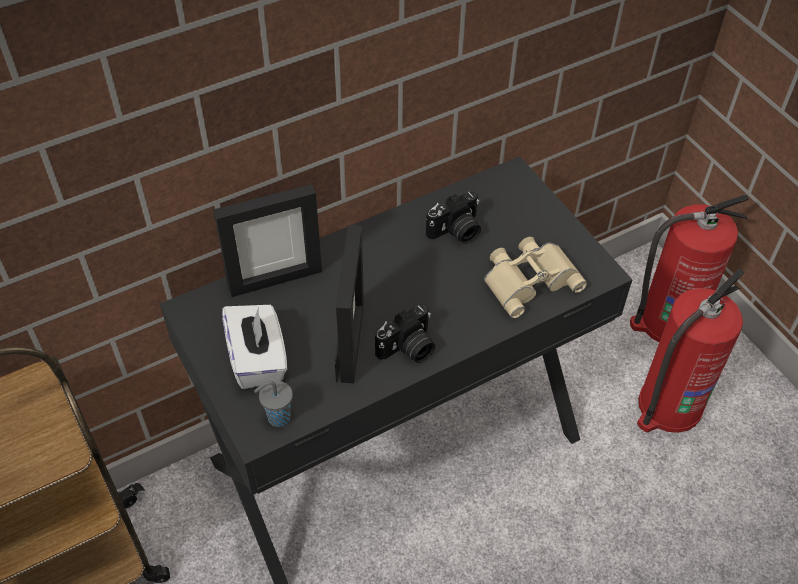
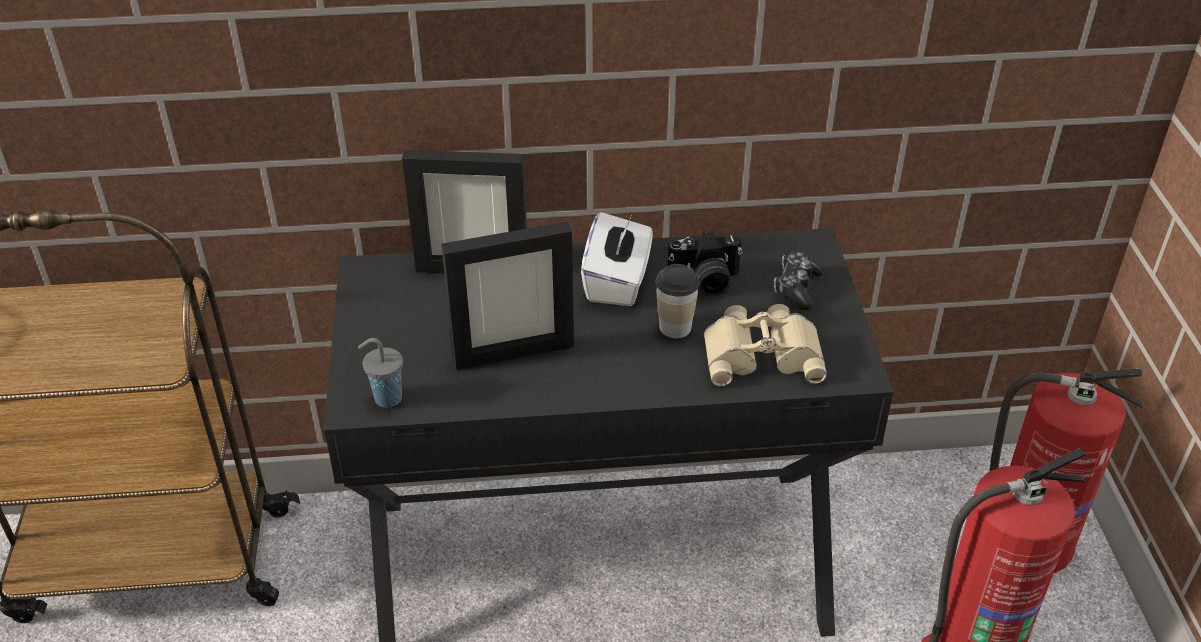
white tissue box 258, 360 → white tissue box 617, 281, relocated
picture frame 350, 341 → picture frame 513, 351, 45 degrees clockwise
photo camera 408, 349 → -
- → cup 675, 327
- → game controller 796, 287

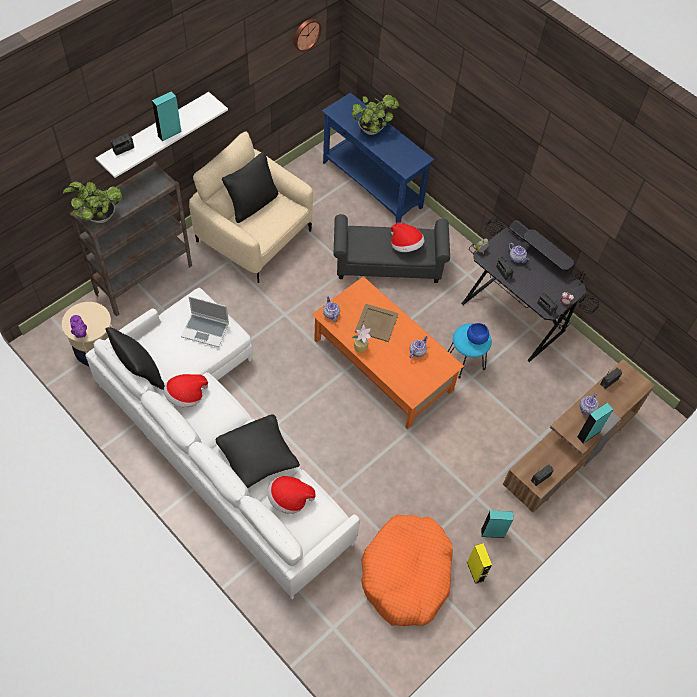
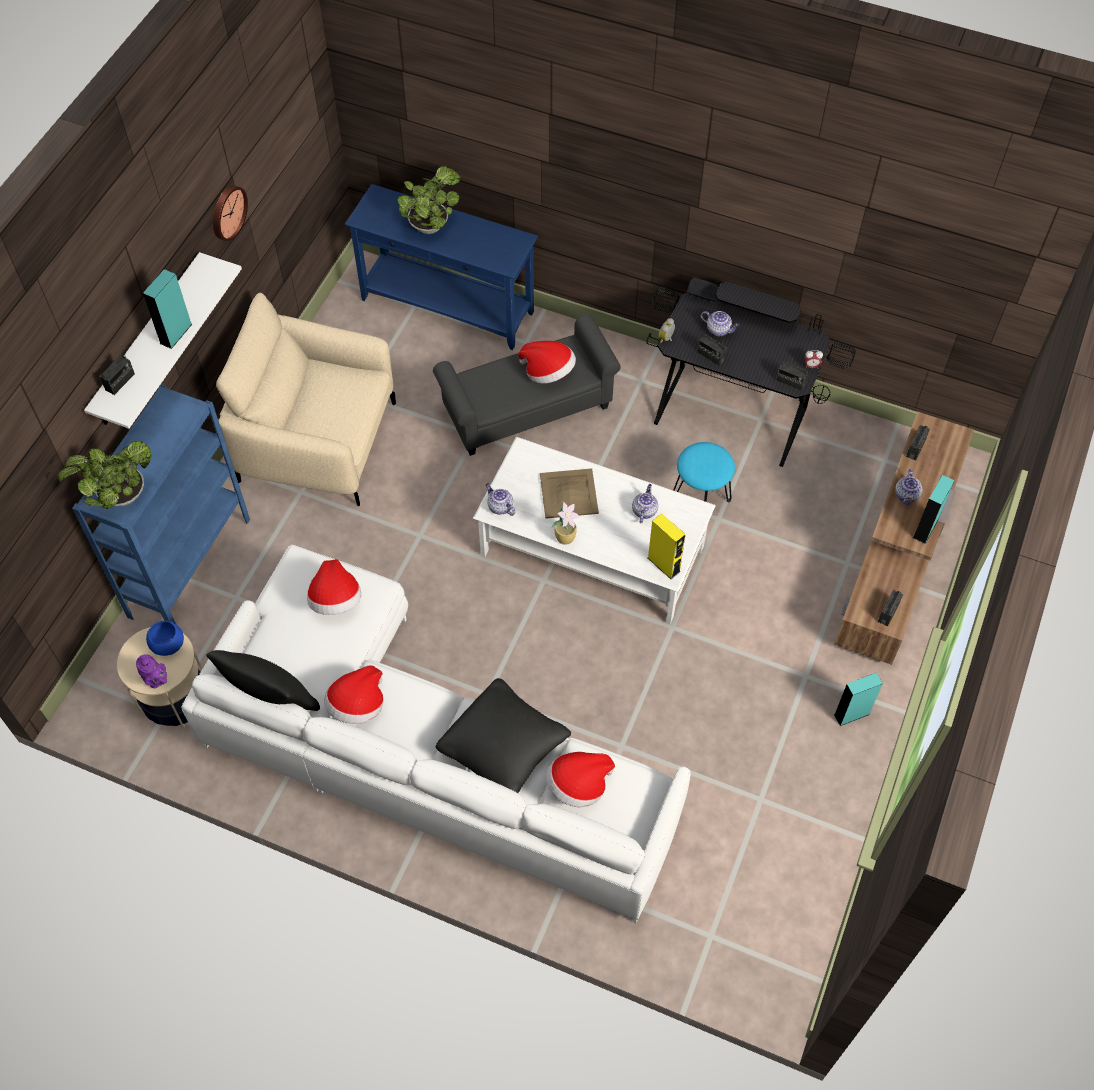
grey bookcase 144, 279 → blue bookcase 189, 567
laptop 206, 330 → hat 336, 600
black pillow 252, 204 → -
wall clock 306, 34 → wall clock 227, 212, relocated
orange coffee table 381, 365 → white coffee table 590, 551
orange dog bed 406, 574 → -
blue bowl 476, 338 → blue bowl 168, 645, relocated
yellow speaker 475, 571 → yellow speaker 663, 564, relocated

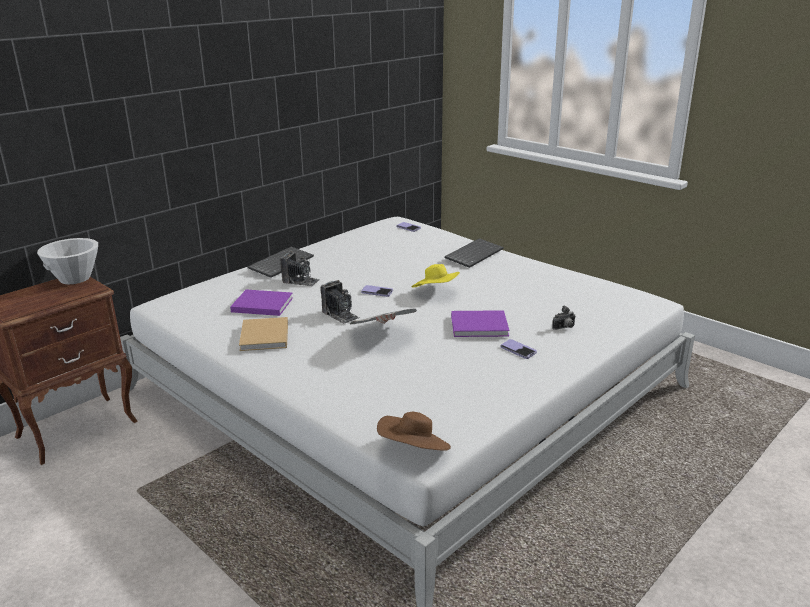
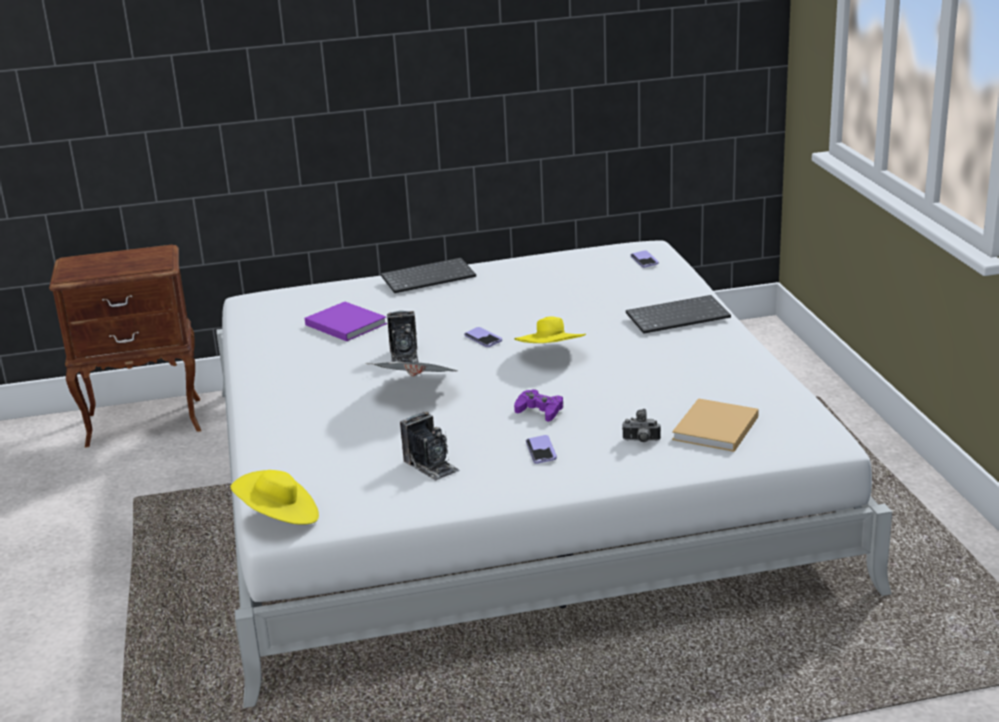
white bowl 75, 278 → -
beige book 264, 337 → beige book 714, 429, relocated
photo camera 300, 281 → photo camera 431, 465, relocated
brown hat 414, 451 → yellow hat 279, 517
purple book 481, 326 → purple game controller 540, 411

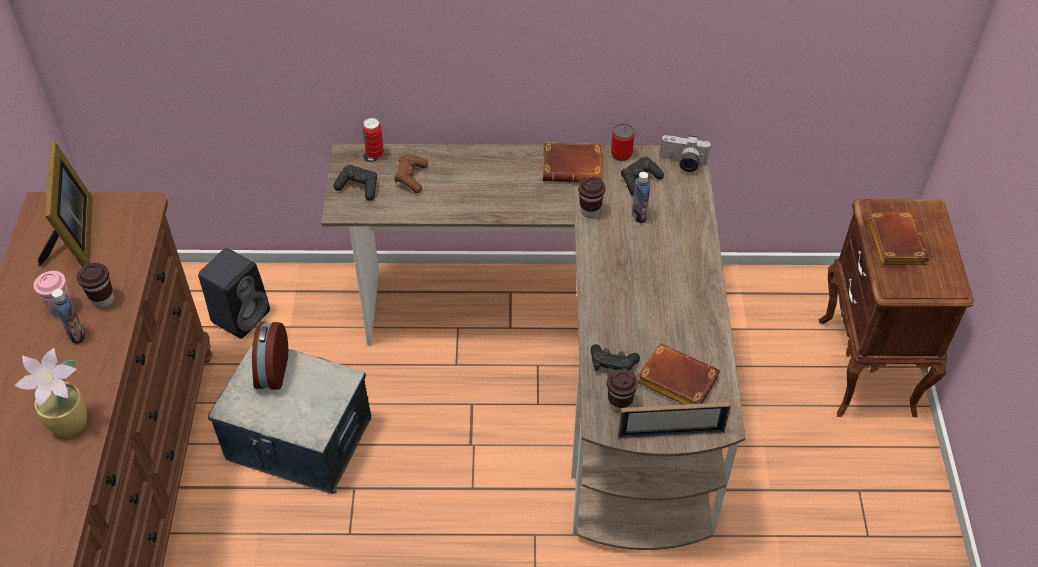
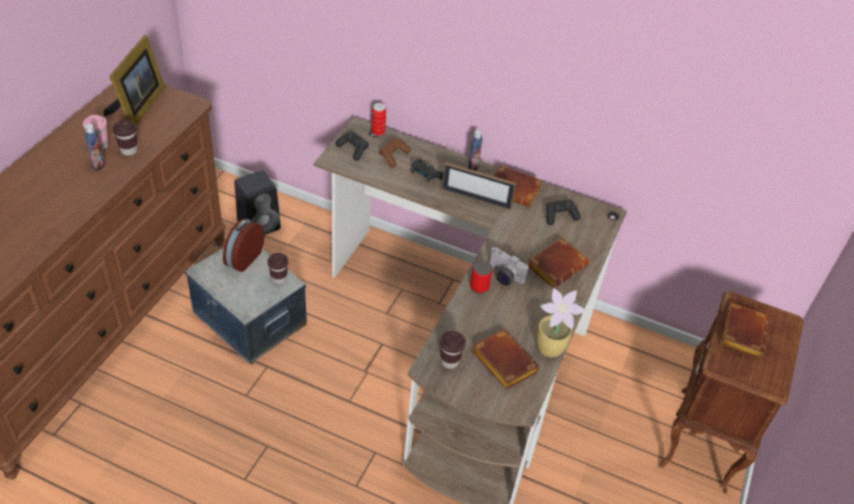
potted plant 71, 423 → potted plant 551, 348, relocated
brown cup 590, 211 → brown cup 279, 279, relocated
black game controller 612, 365 → black game controller 426, 175, relocated
can 621, 154 → can 479, 287, relocated
picture frame 671, 434 → picture frame 476, 198, relocated
bottle 639, 215 → bottle 473, 166, relocated
photo camera 682, 163 → photo camera 503, 276, relocated
- → brown book 556, 265

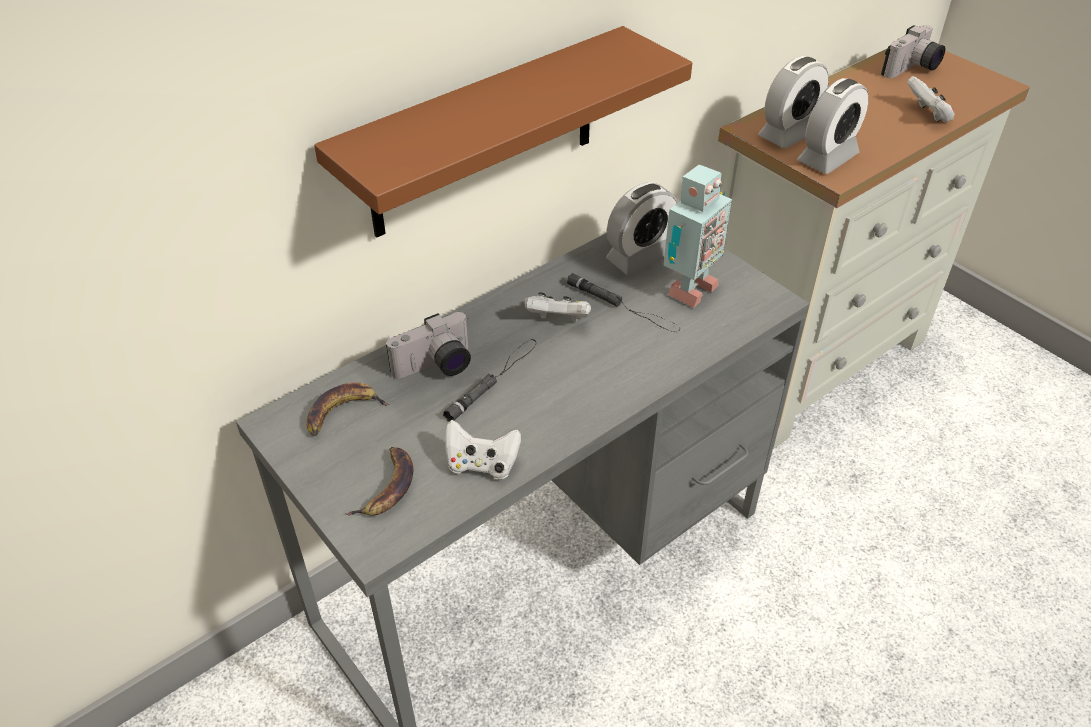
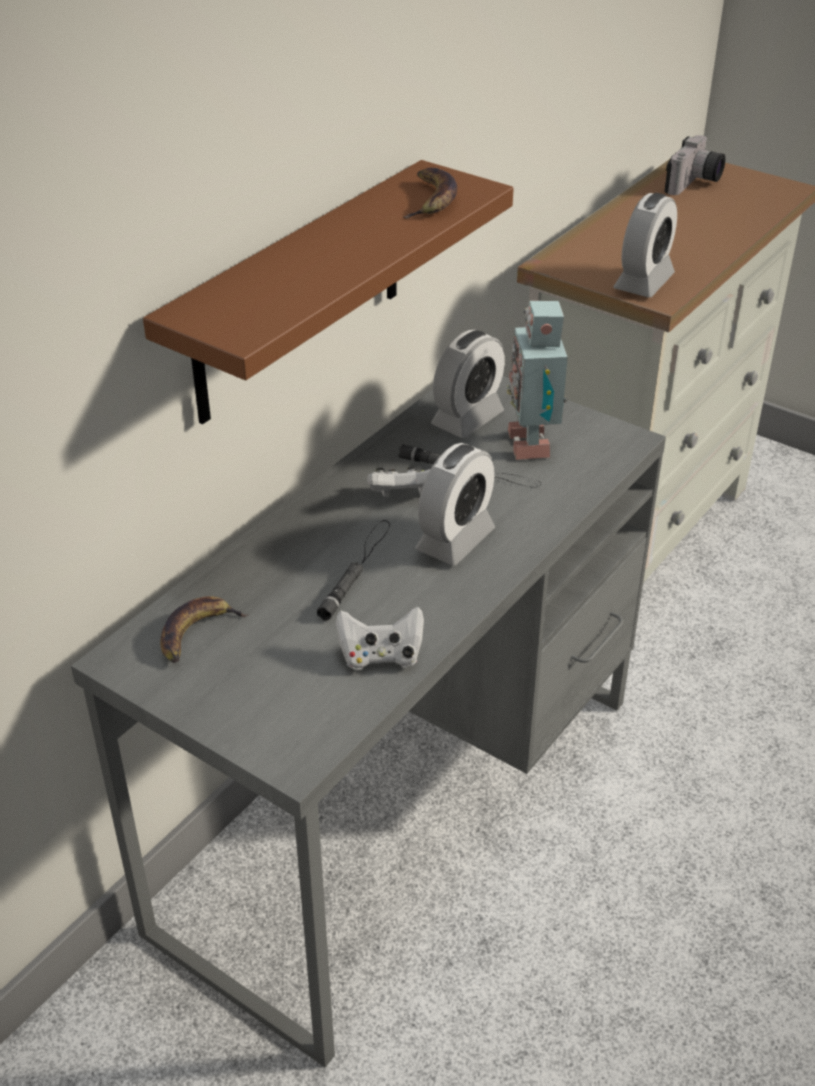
banana 387, 486 → banana 430, 199, relocated
photo camera 436, 367 → -
toy robot 688, 290 → toy robot 533, 443, 150 degrees clockwise
alarm clock 788, 134 → alarm clock 455, 540, relocated
white game controller 927, 114 → -

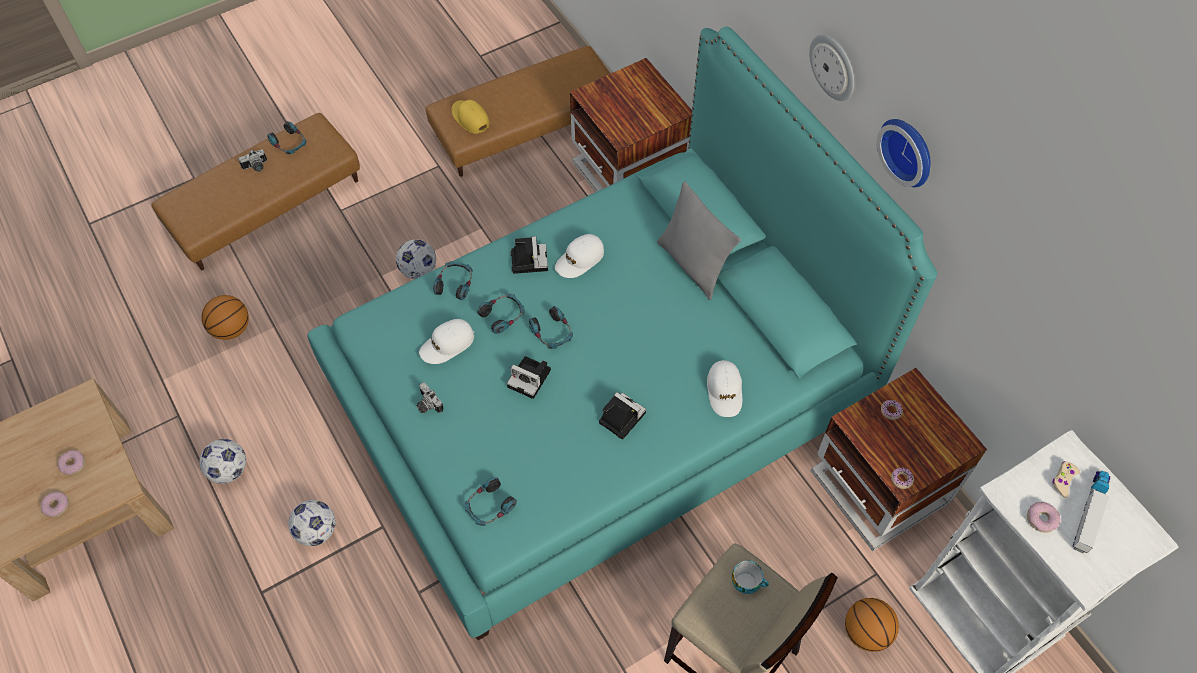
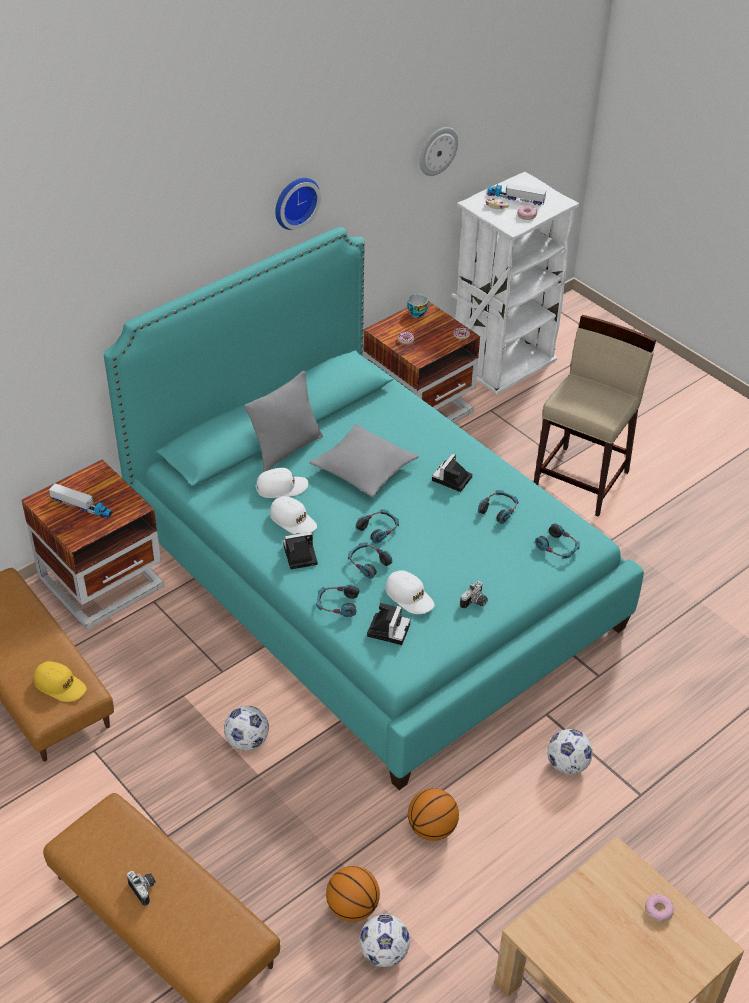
donut 73, 464 → -
football 229, 470 → football 383, 953, relocated
headphones 289, 143 → headphones 498, 510, relocated
yellow cap 470, 118 → yellow cap 60, 685, 105 degrees counterclockwise
photo camera 531, 378 → photo camera 388, 629, relocated
white cap 724, 391 → white cap 281, 487, relocated
cup 747, 582 → cup 416, 312, relocated
wall clock 833, 67 → wall clock 437, 151, relocated
basketball 866, 631 → basketball 431, 828, relocated
- → toy truck 82, 507
- → grey pillow 364, 468

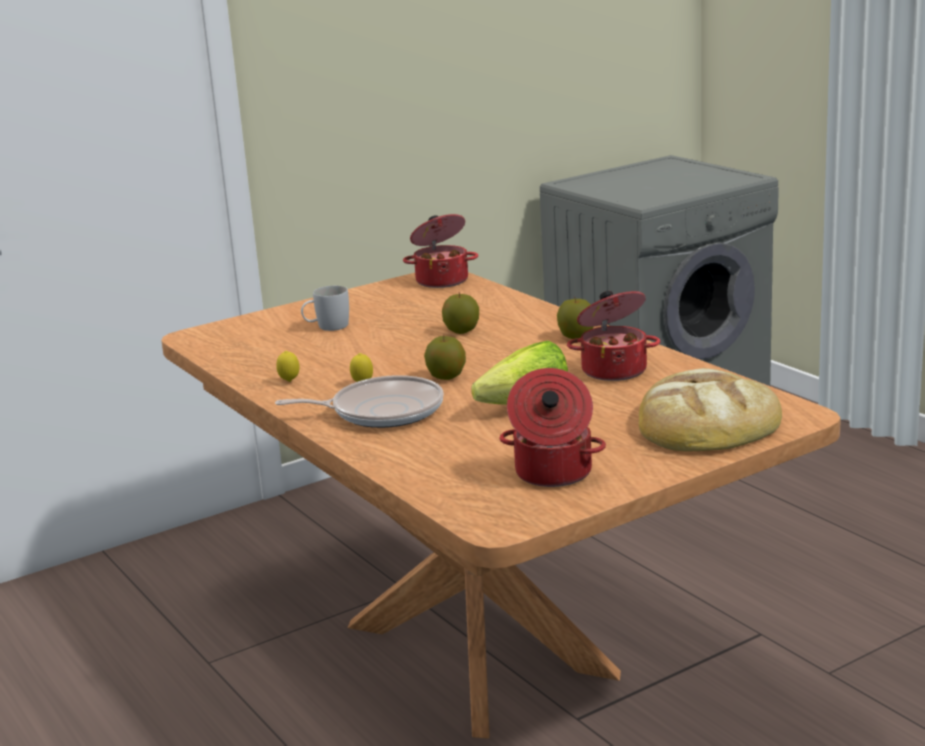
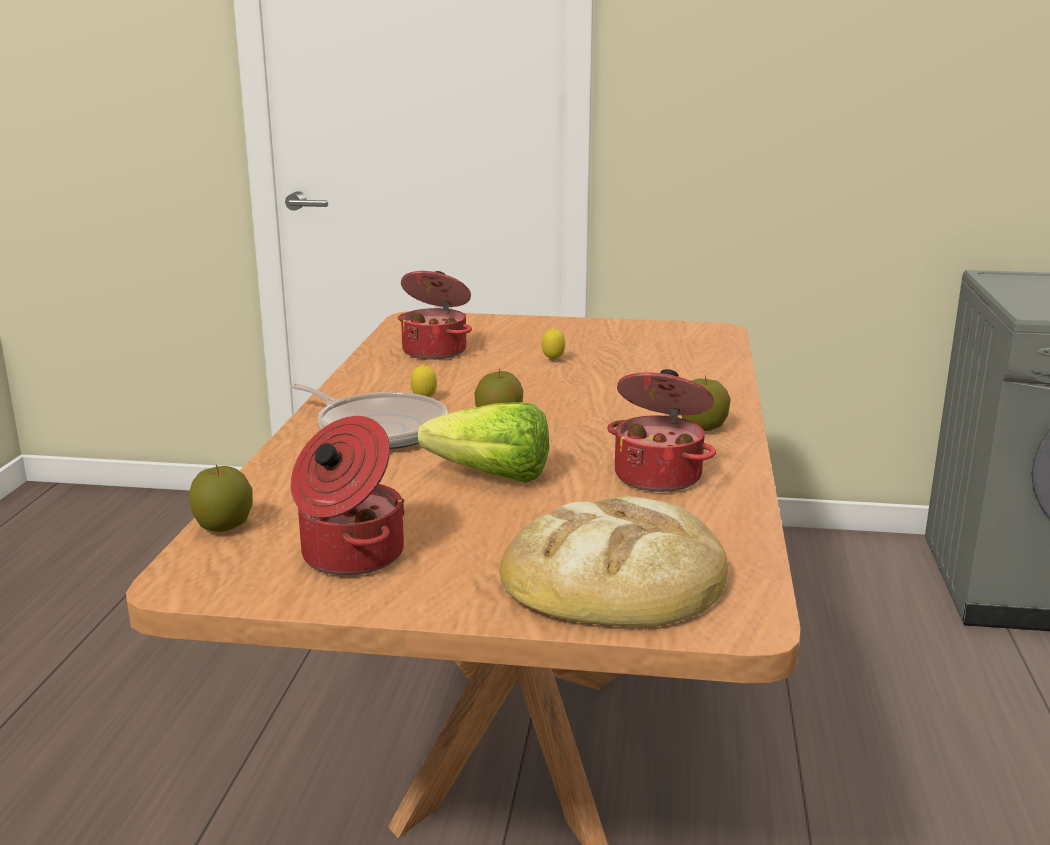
lemon 289, 381 → lemon 553, 360, relocated
white mug 327, 327 → -
cooking pot 442, 280 → cooking pot 436, 351, relocated
apple 462, 331 → apple 224, 527, relocated

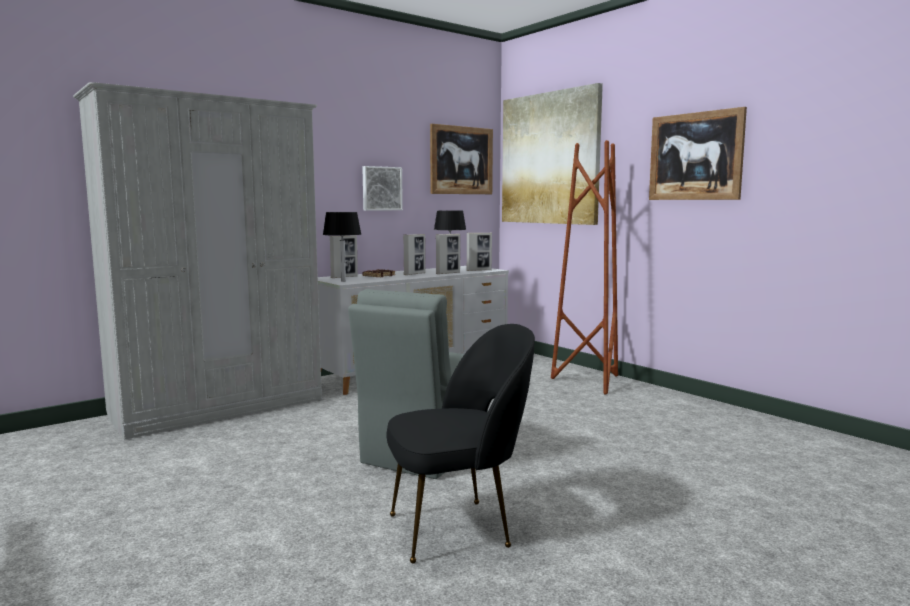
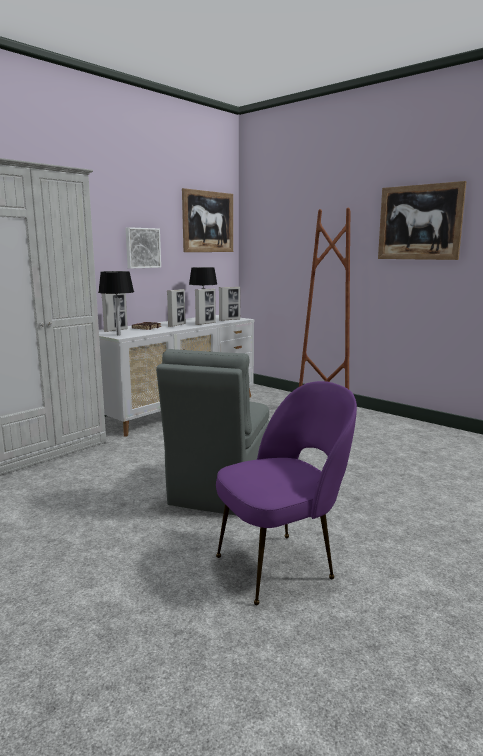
black chair 459, 529 → purple chair 282, 565
picture 549, 158 → -

